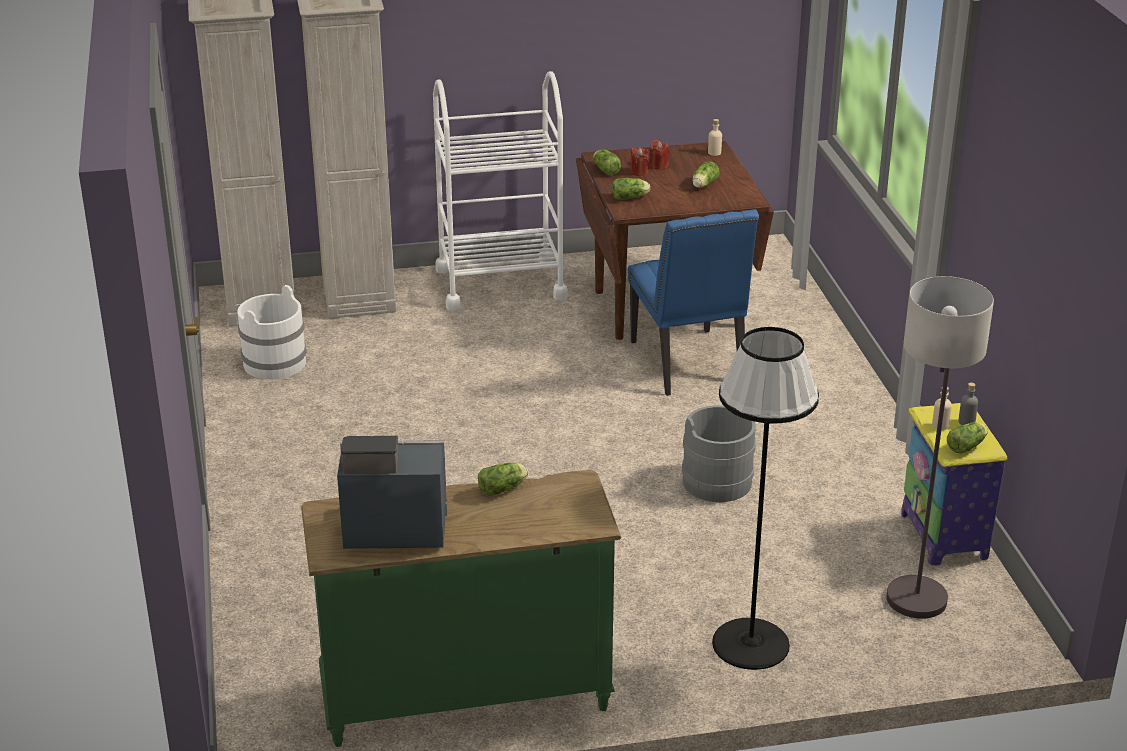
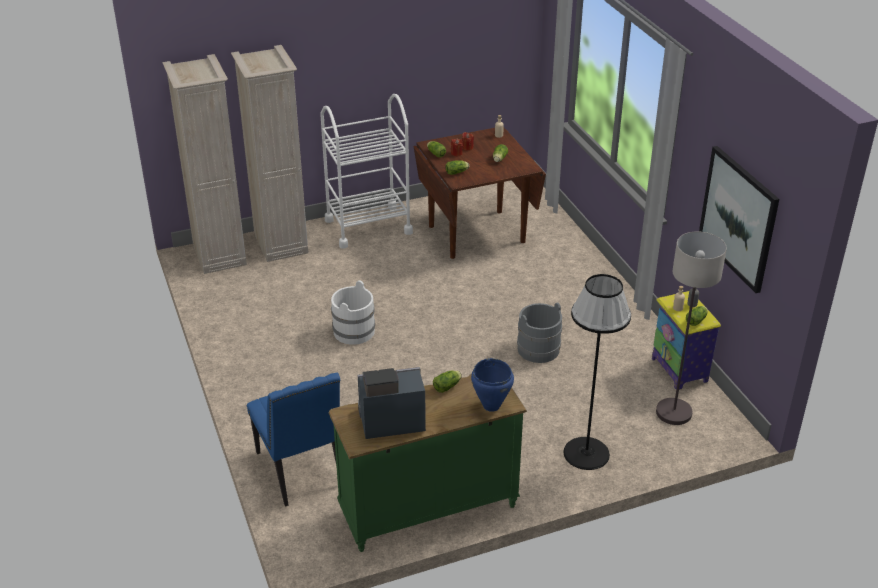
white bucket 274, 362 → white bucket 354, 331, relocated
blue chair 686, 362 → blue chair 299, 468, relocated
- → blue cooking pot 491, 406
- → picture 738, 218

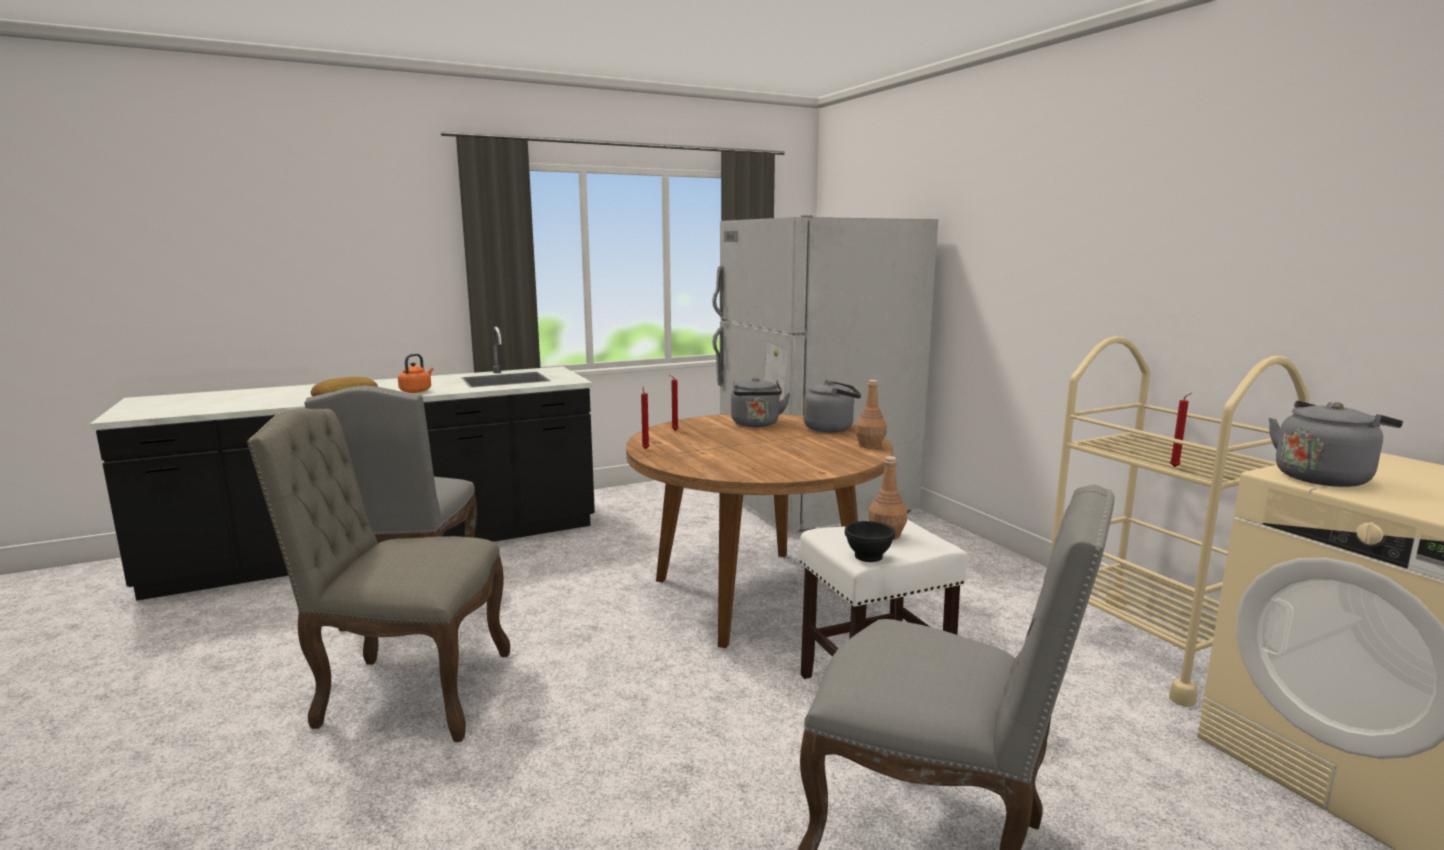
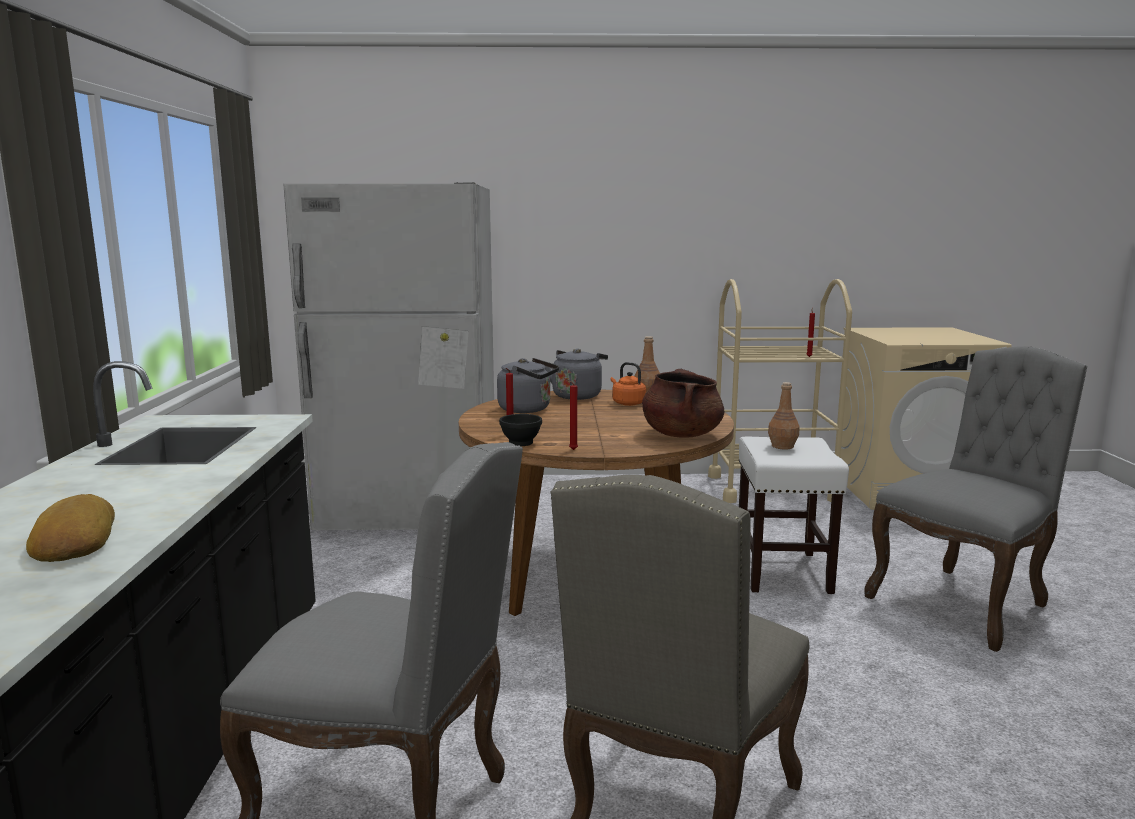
orange kettle 417, 391 → orange kettle 627, 403, relocated
black bowl 868, 556 → black bowl 520, 443, relocated
grey kettle 1323, 478 → -
- → brown cooking pot 681, 434

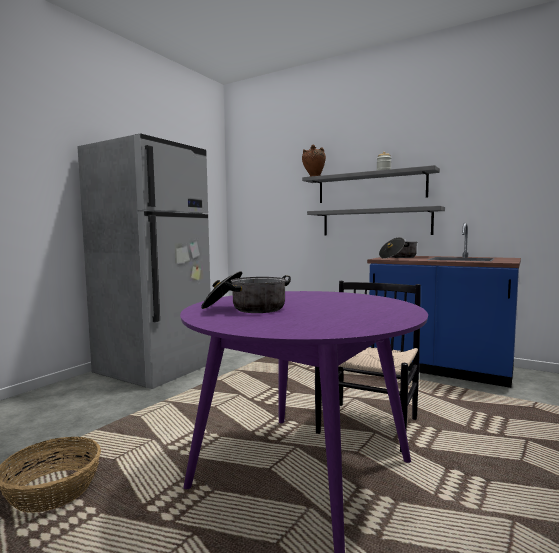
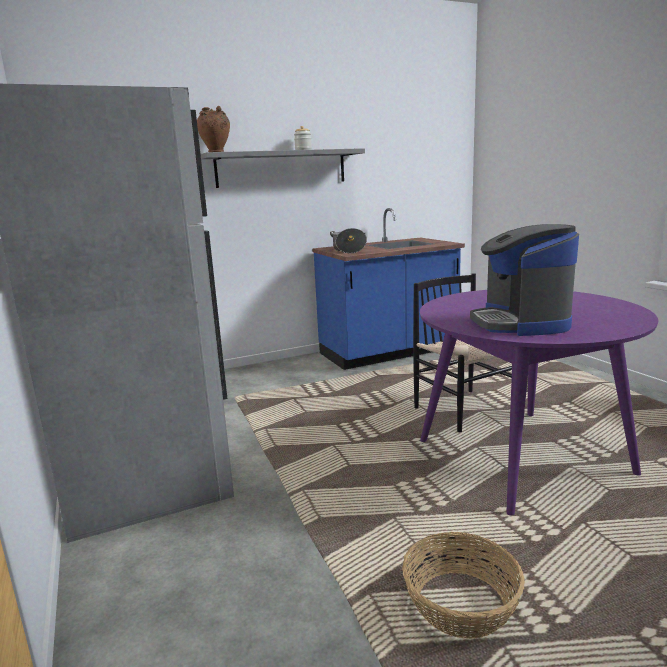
cooking pot 246, 309 → coffee machine 520, 323
grey shelf 375, 222 → -

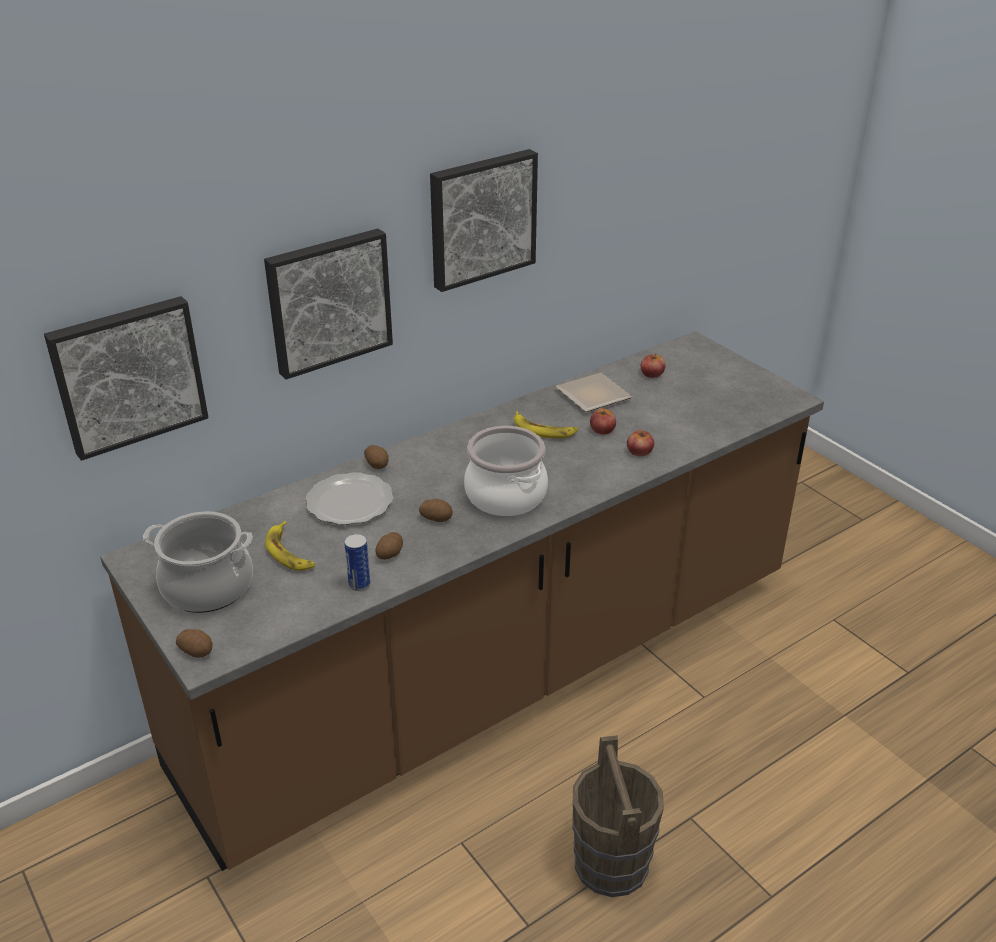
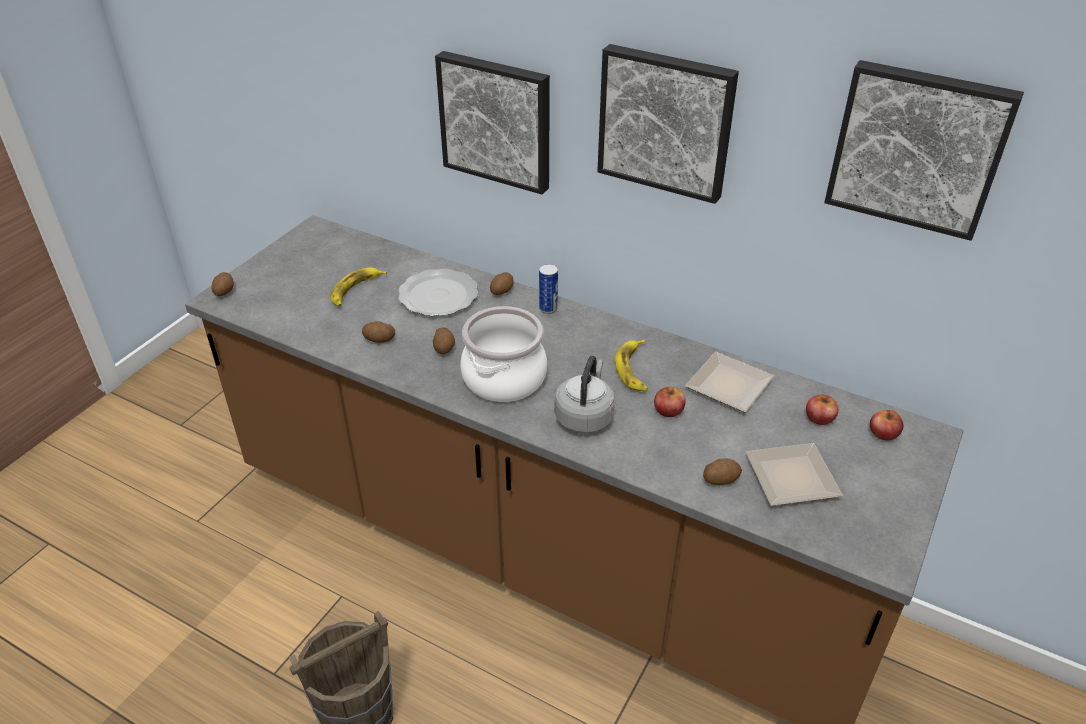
picture 128, 375 → picture 918, 148, relocated
cooking pot 208, 586 → -
can 359, 584 → can 548, 309, relocated
apple 639, 451 → apple 883, 433, relocated
- → grey kettle 585, 416
- → potato 720, 479
- → plate 790, 480

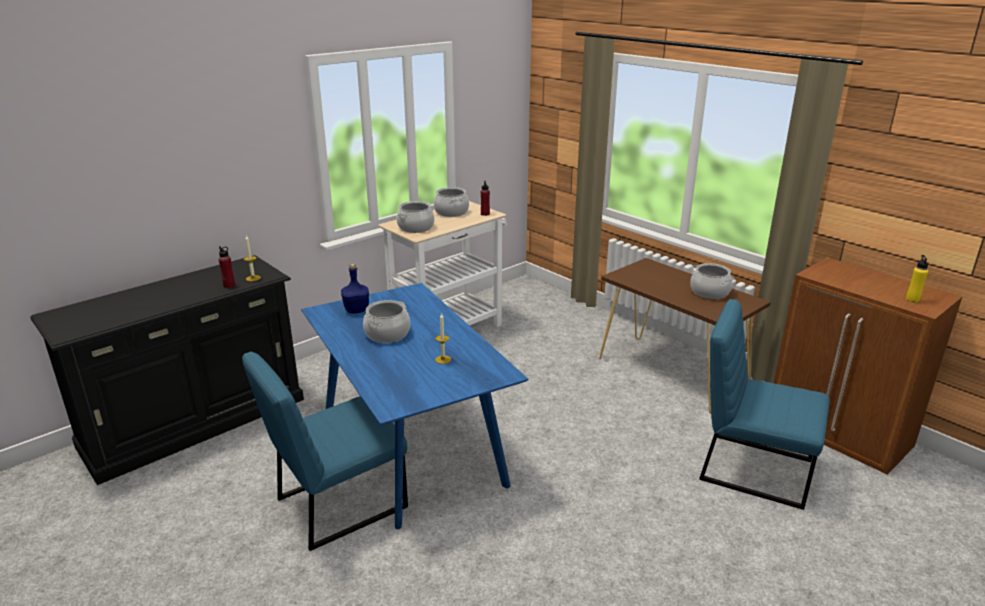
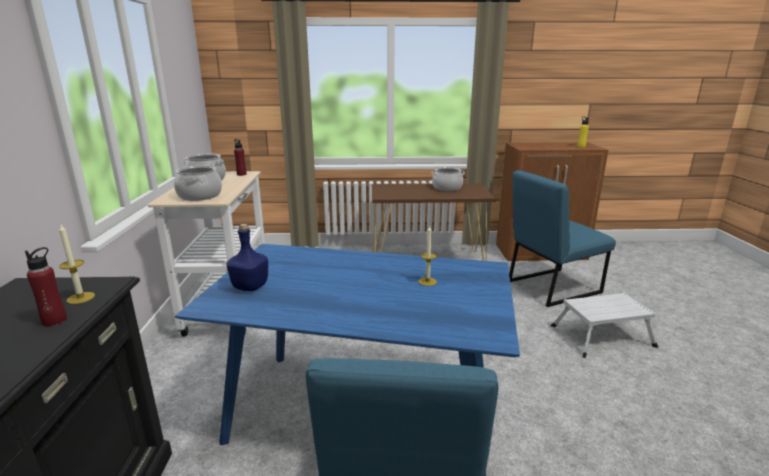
cooking pot 387, 334 → -
- → white step ladder 602, 336

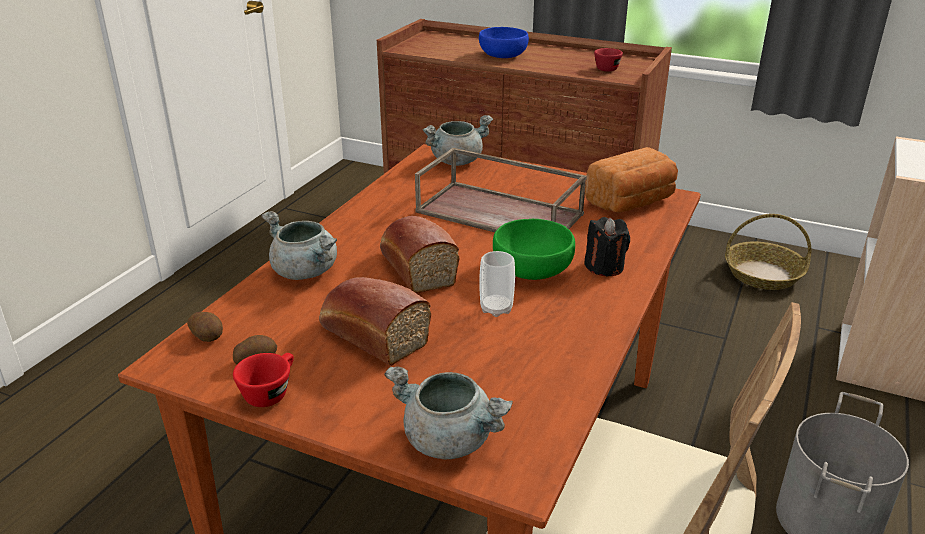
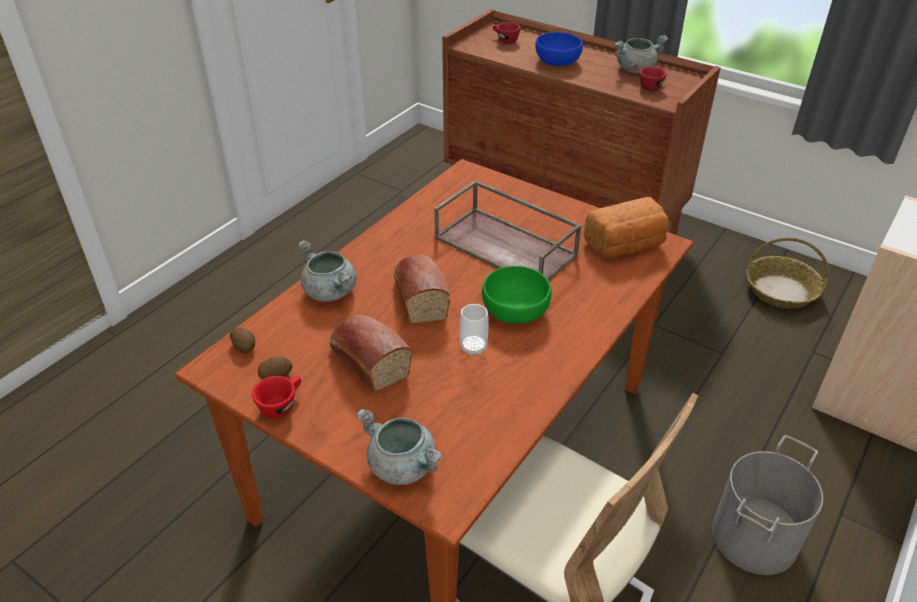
grey cooking pot 457, 161 → grey cooking pot 635, 69, relocated
black candle 604, 267 → -
- → red cup 505, 40

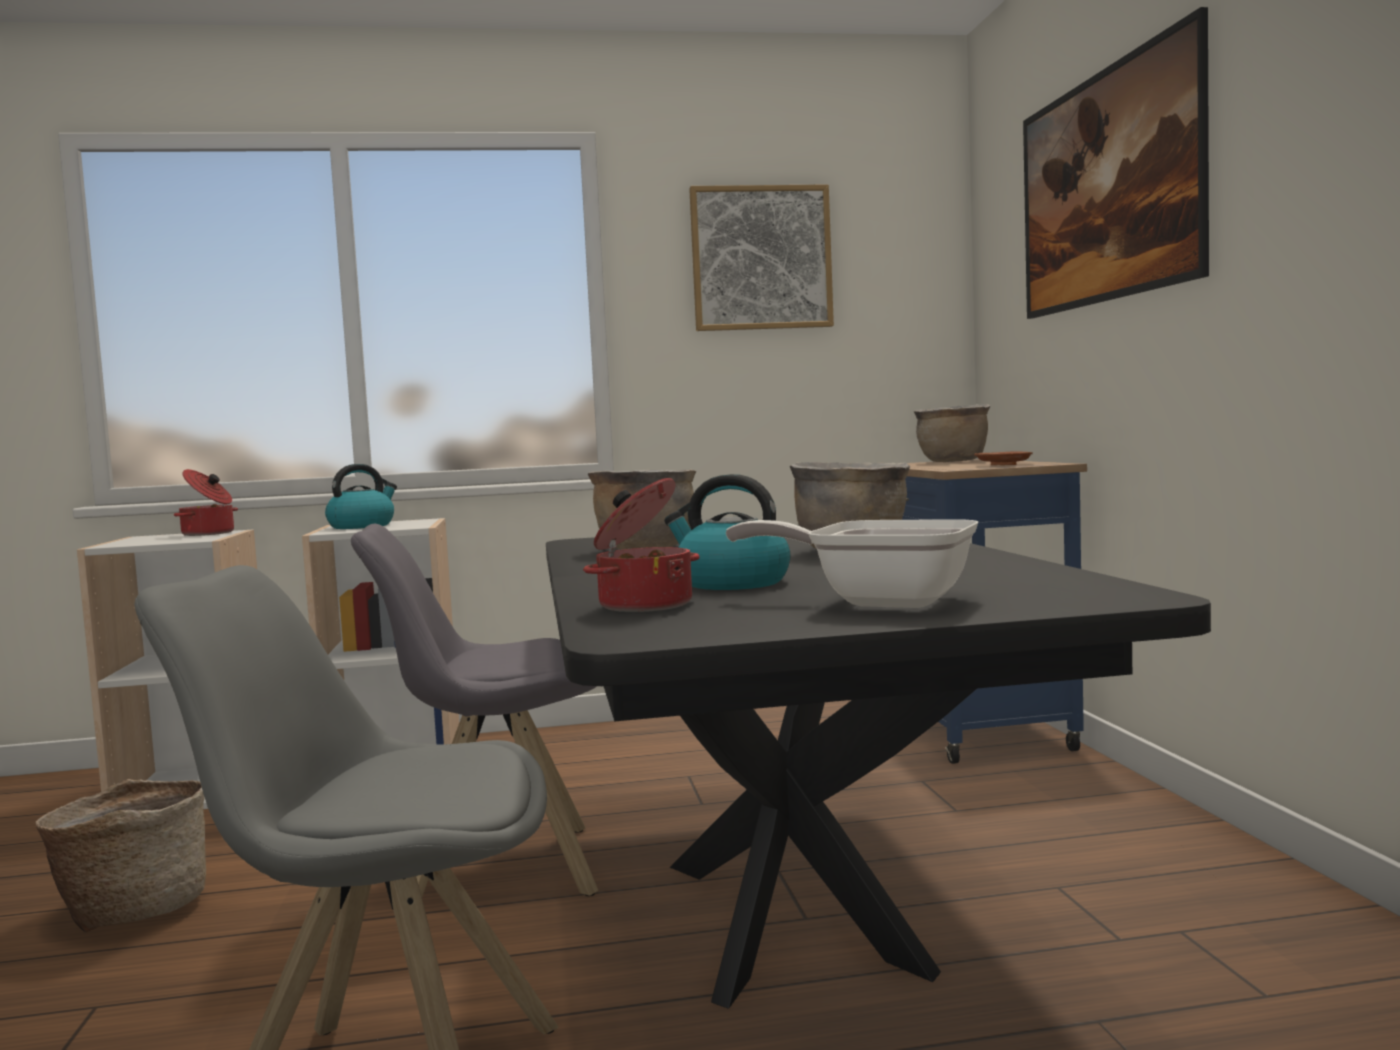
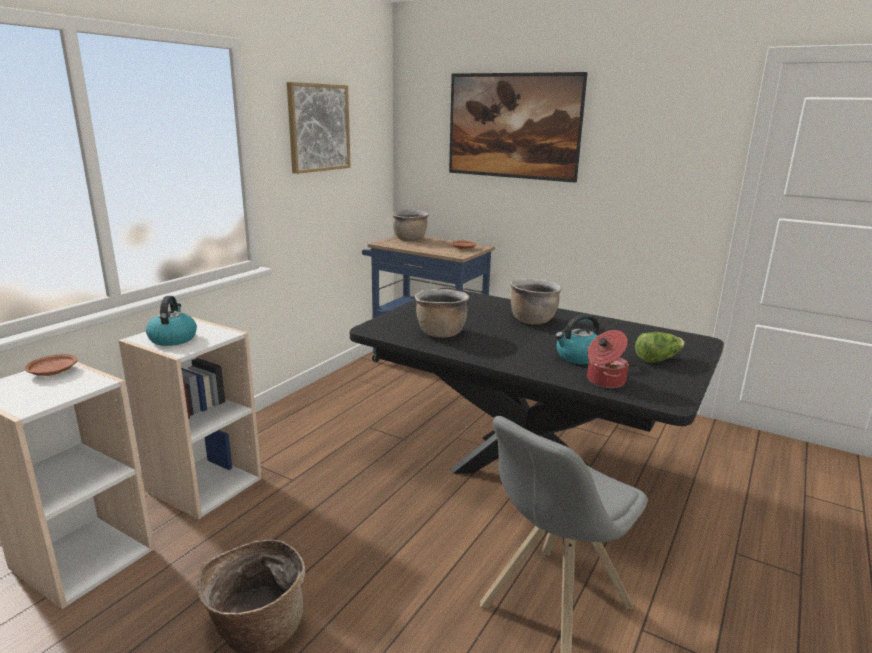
cooking pot 209, 533 → brown plate 53, 372
grey chair 498, 870 → -
frying pan 877, 601 → lettuce 657, 359

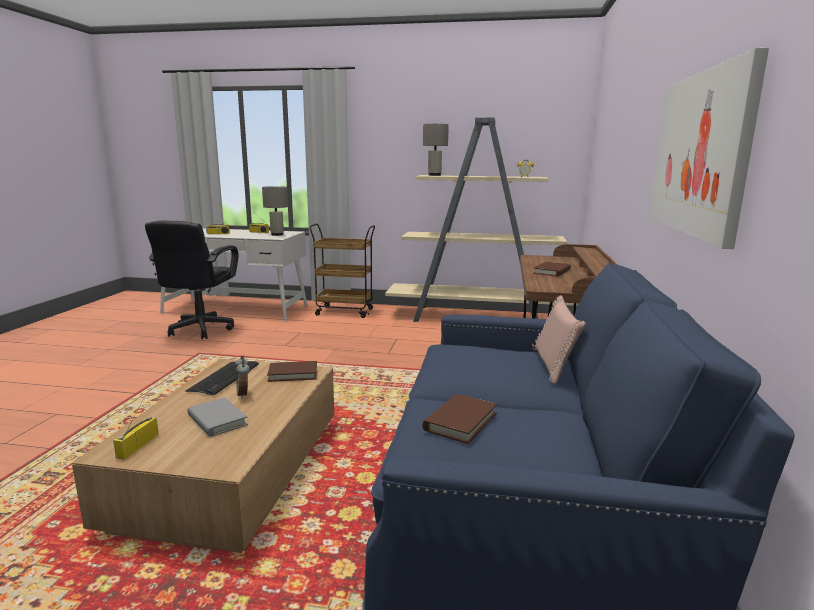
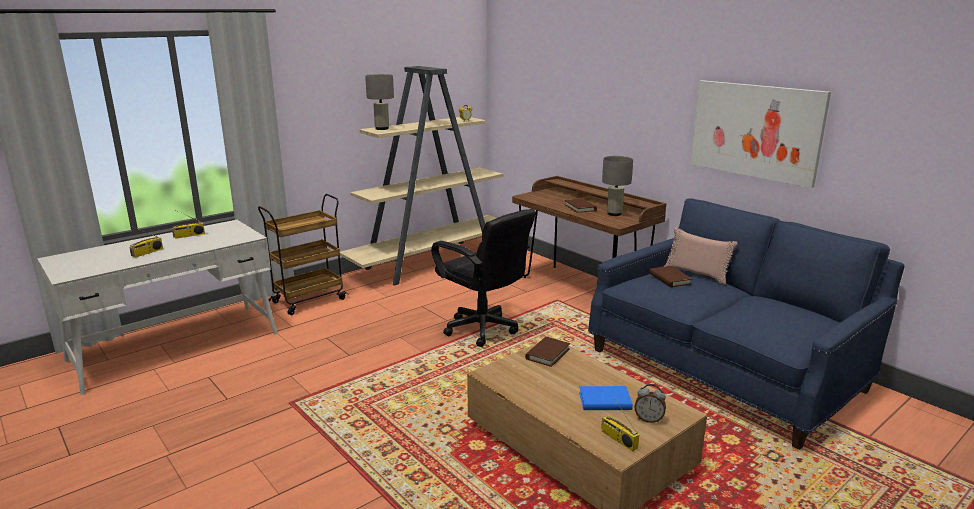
black office chair 200, 331 → black office chair 484, 331, relocated
keyboard 224, 378 → -
grey book 217, 420 → blue book 605, 401
alarm clock 244, 394 → alarm clock 649, 419, relocated
grey table lamp 277, 234 → grey table lamp 614, 214, relocated
brown book 460, 421 → brown book 669, 279, relocated

